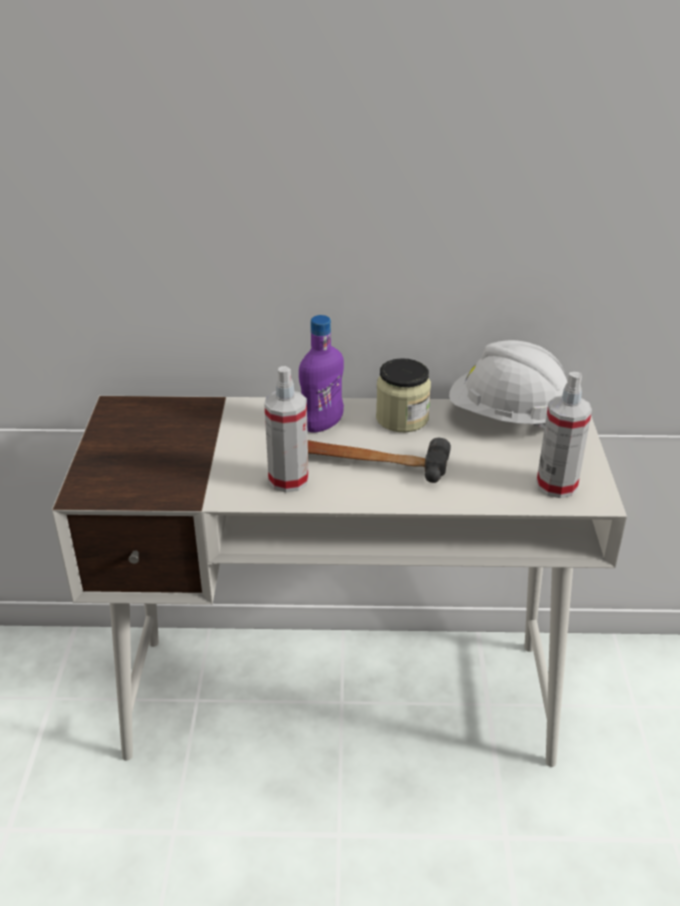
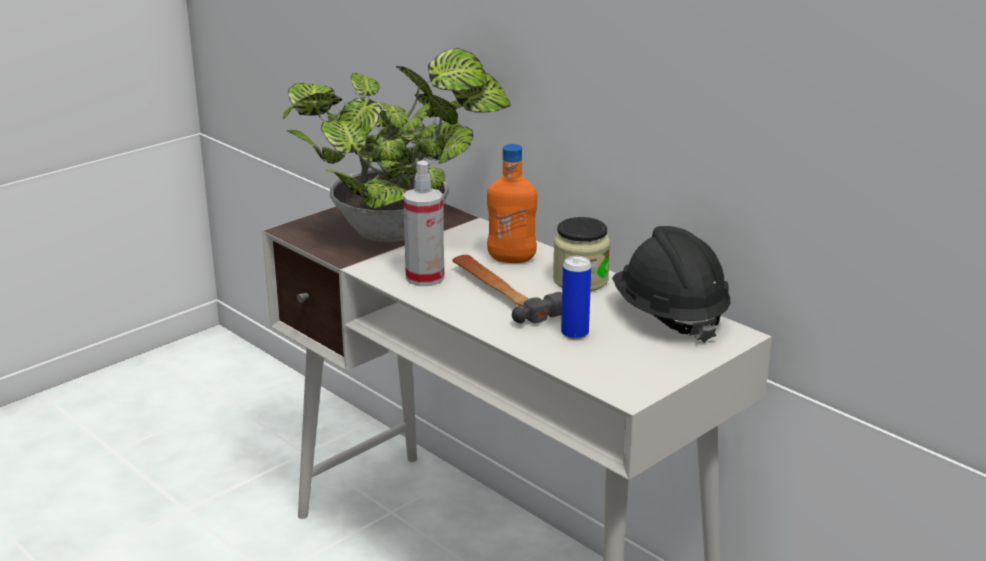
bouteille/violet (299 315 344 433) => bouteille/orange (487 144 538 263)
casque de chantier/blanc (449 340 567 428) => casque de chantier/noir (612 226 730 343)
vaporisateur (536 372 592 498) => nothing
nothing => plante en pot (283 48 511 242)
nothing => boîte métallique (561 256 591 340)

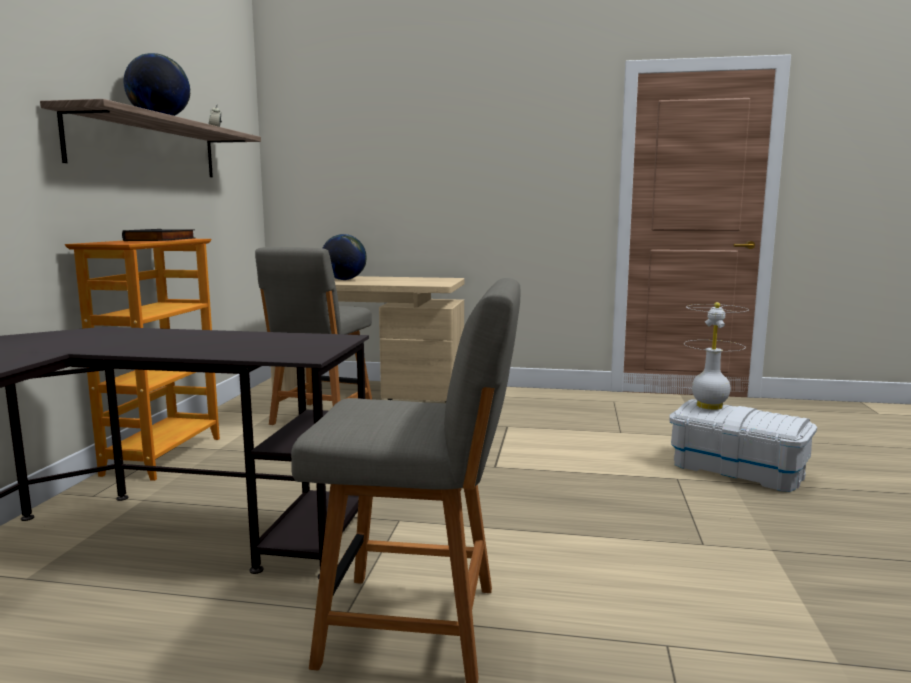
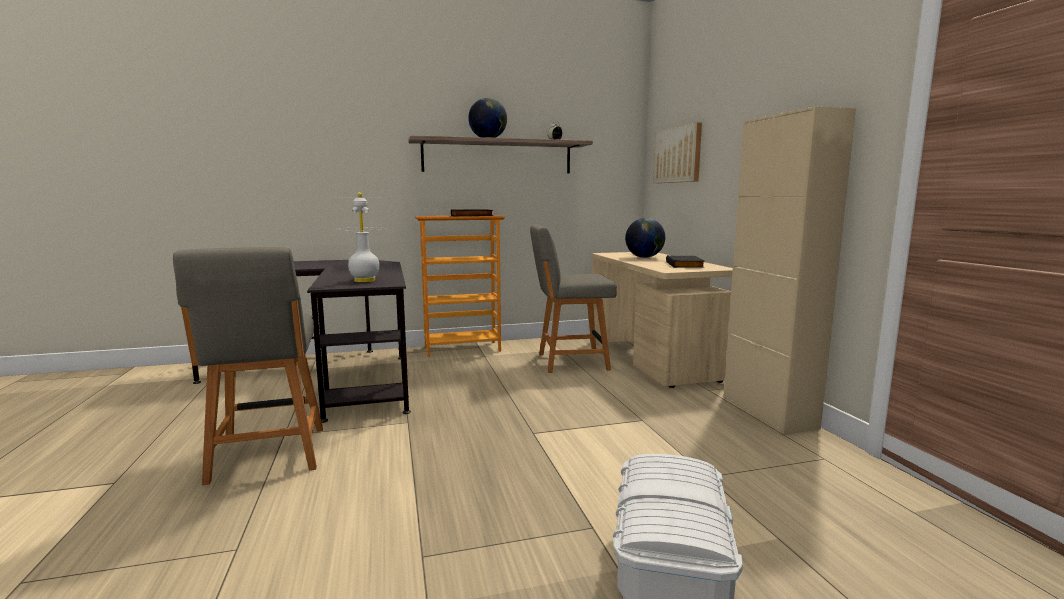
lampe de table/blanc (684 302 749 410) => lampe de table/blanc (334 192 385 282), move
nothing => tableau (653 122 702 183)
nothing => livre/noir (666 255 705 268)
nothing => meuble de rangement/beige (723 106 856 434)

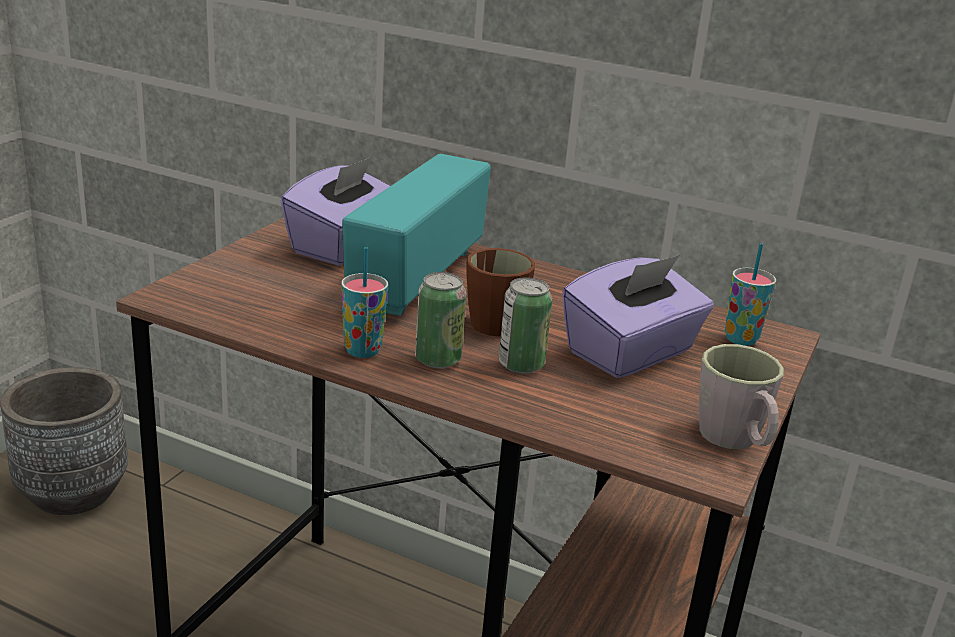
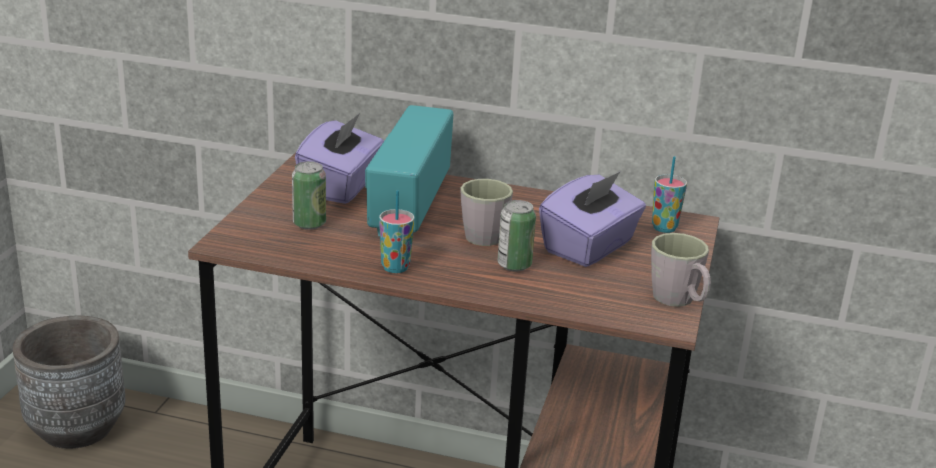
boîte métallique (415 272 466 369) => boîte métallique (292 161 326 230), move
mug/marron (467 248 535 336) => mug/gris (461 179 513 246)

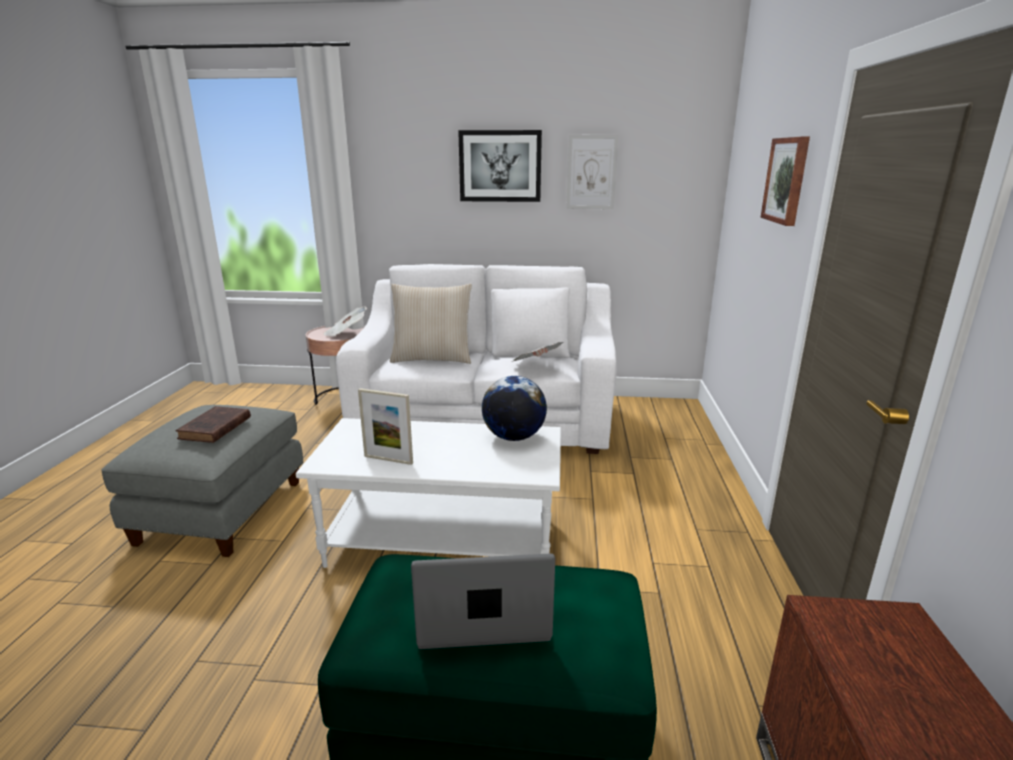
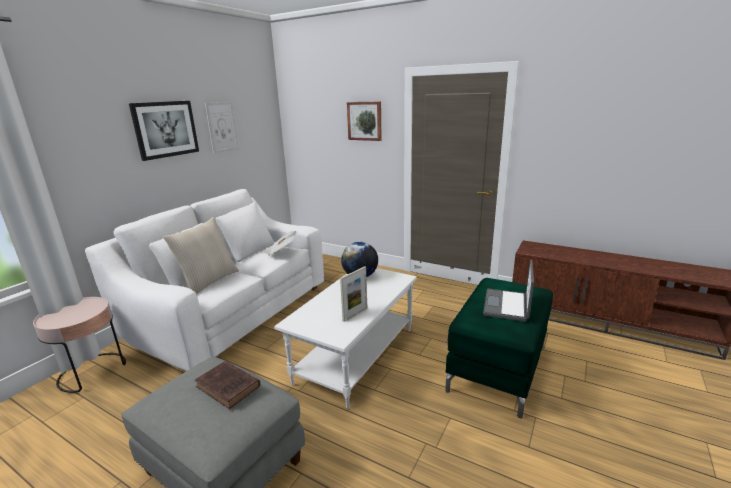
journal (323 307 367 337) => nothing

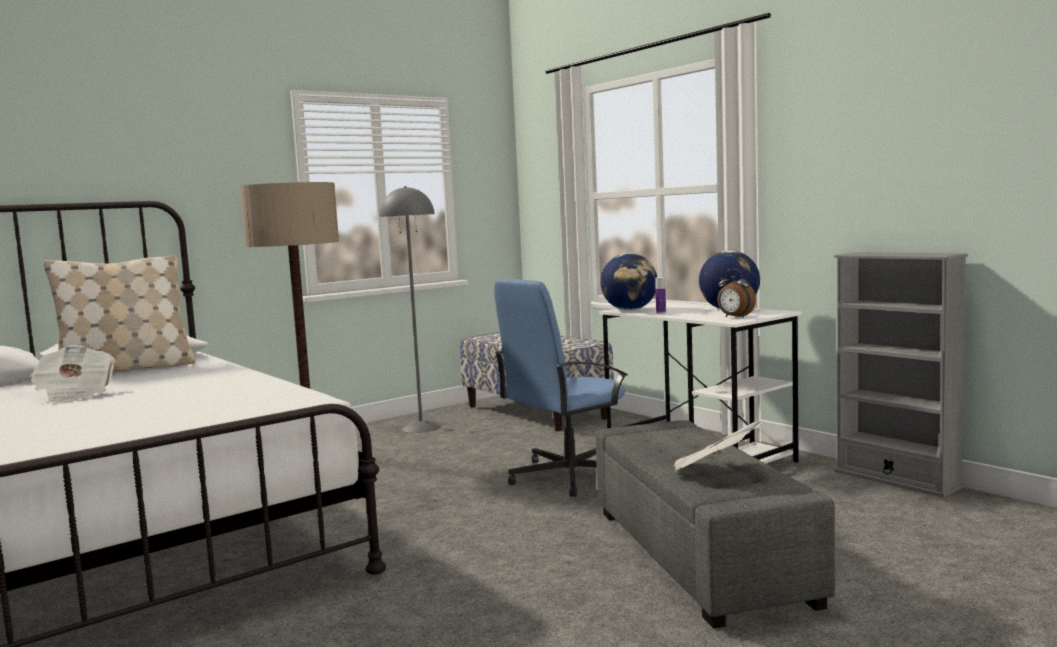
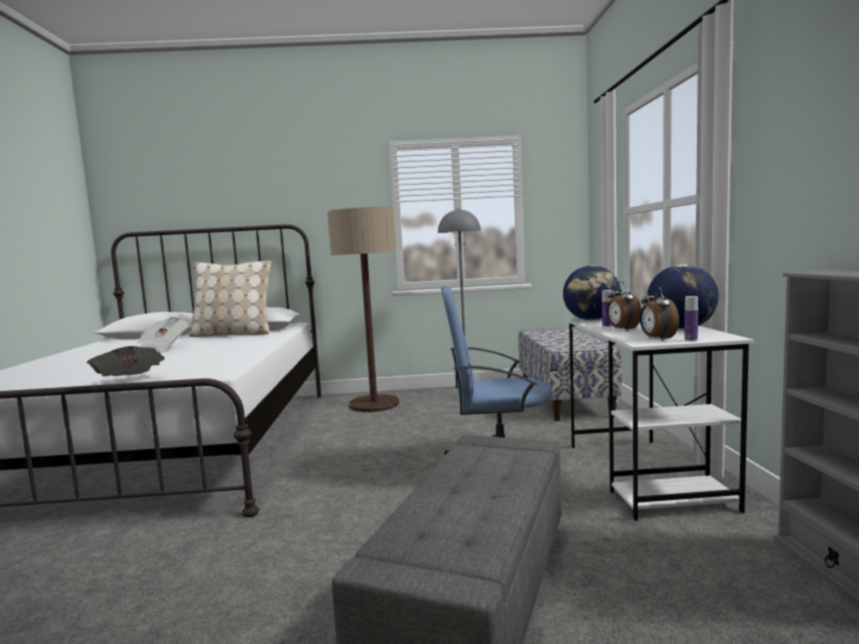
journal (674 421 762 472) => journal (87 346 165 376), move
nothing => réveil (607 282 641 331)
nothing => bouteille (684 296 698 341)

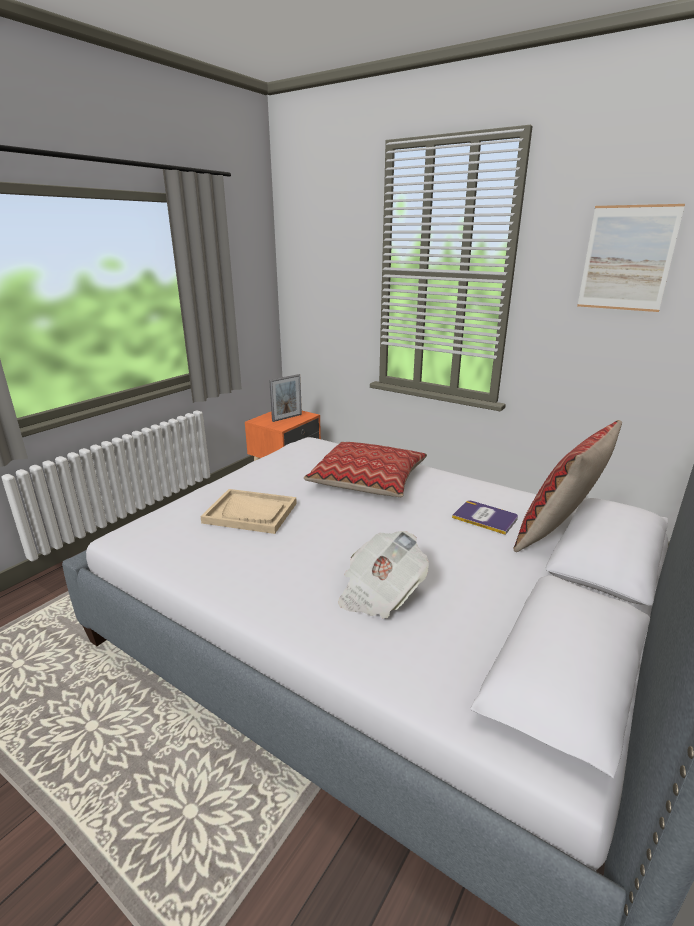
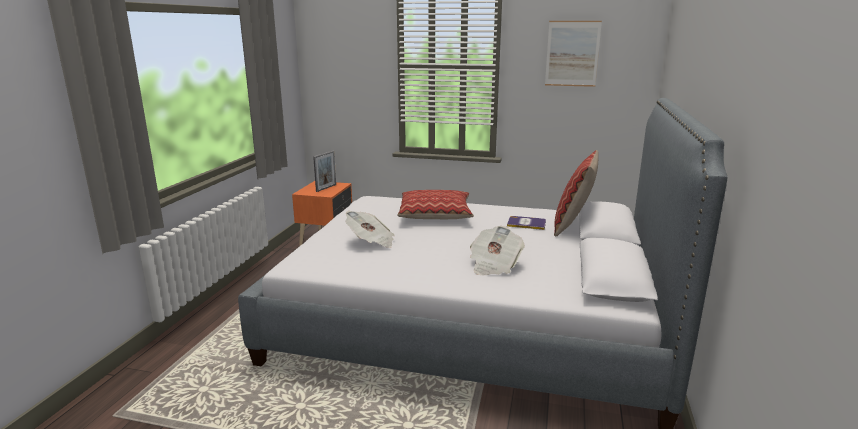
plateau/beige (200 489 297 534) => journal (345 211 394 248)

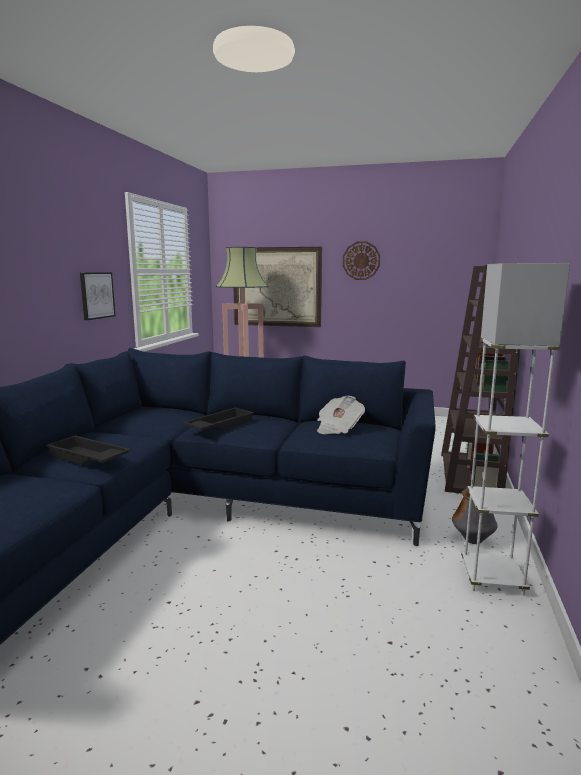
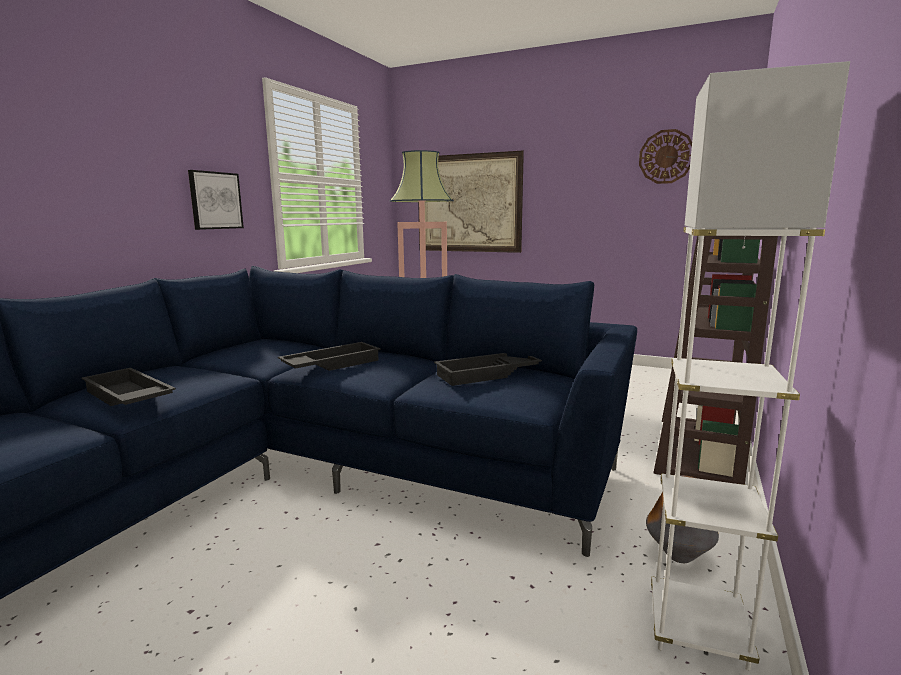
journal (317 396 365 434) => plateau/noir (434 353 542 386)
horloge murale (343 241 380 280) => horloge murale (639 129 692 184), move

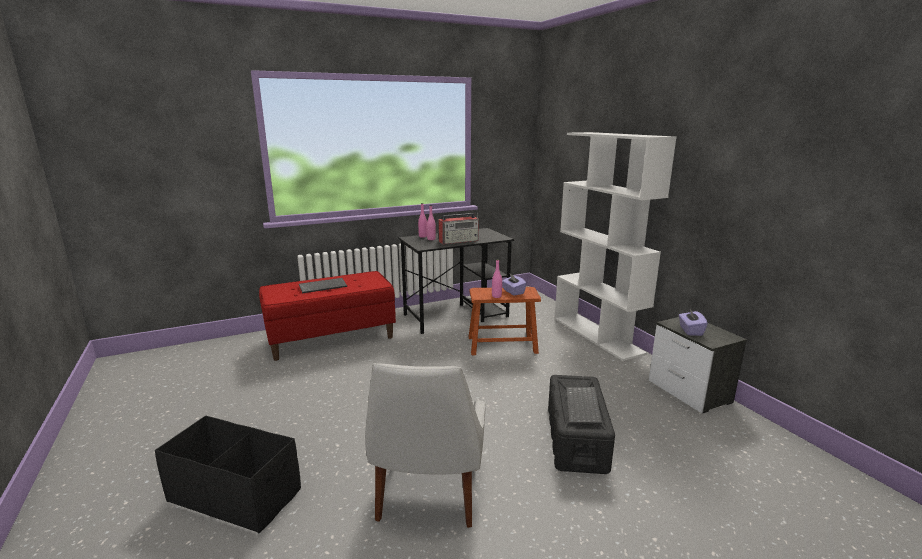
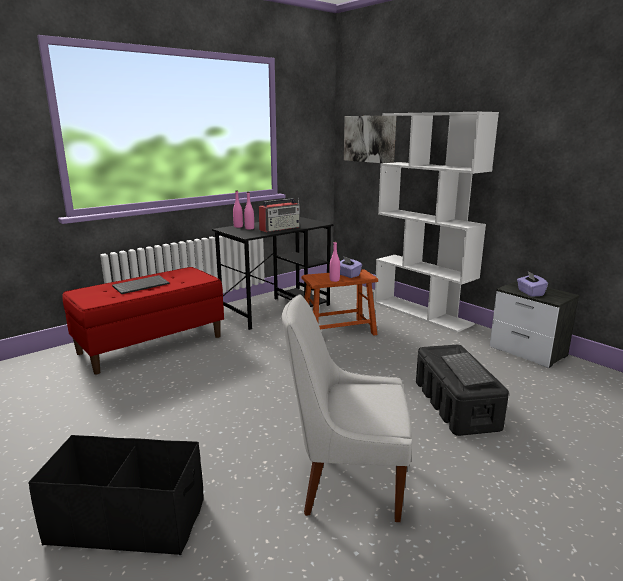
chaise/blanc (365 363 486 528) => chaise/blanc (282 294 413 522), 105 degrees clockwise
nothing => tableau (344 116 396 163)

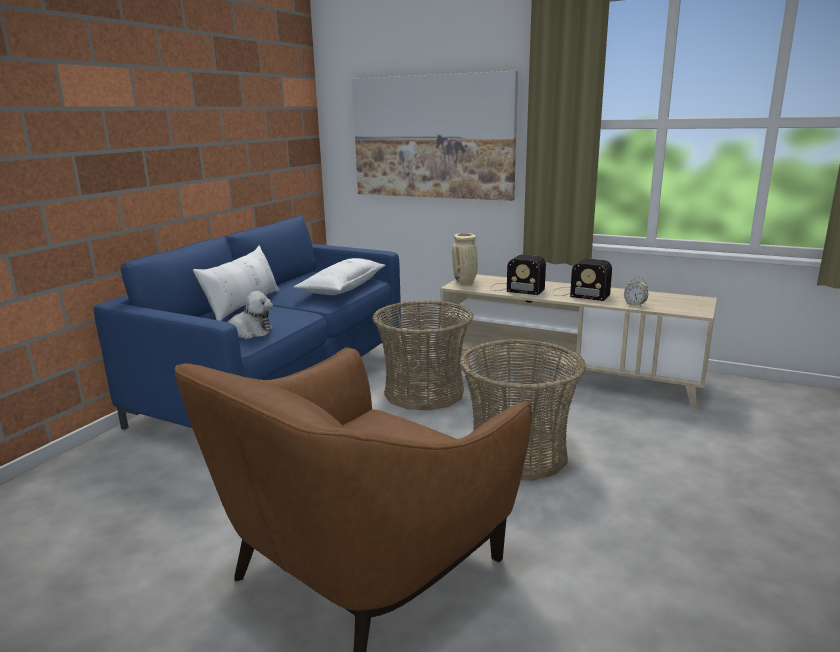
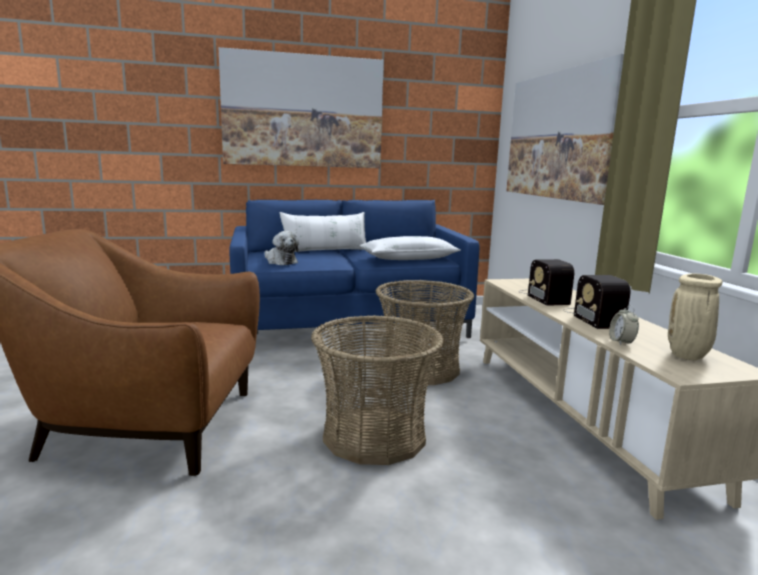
vase/beige (452 233 478 284) => vase/beige (668 274 722 360), move
nothing => tableau (219 47 384 168)

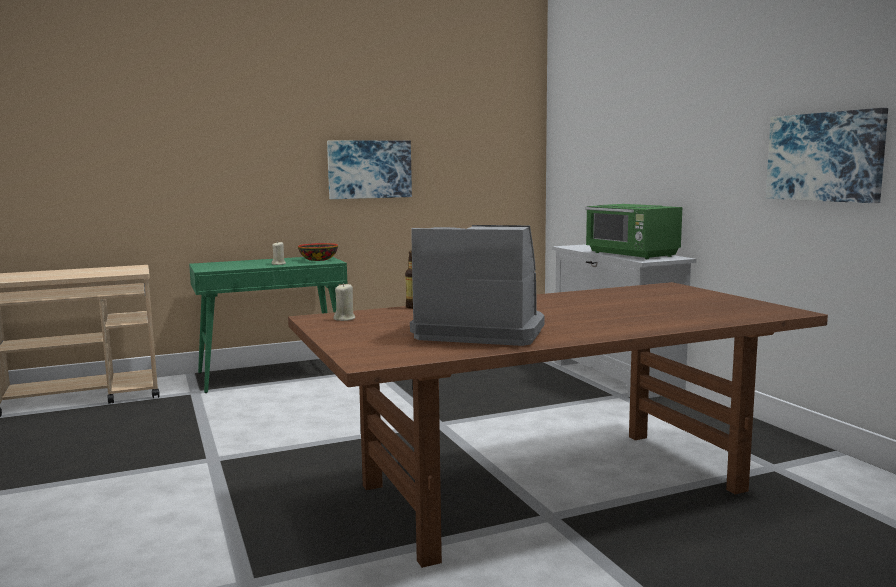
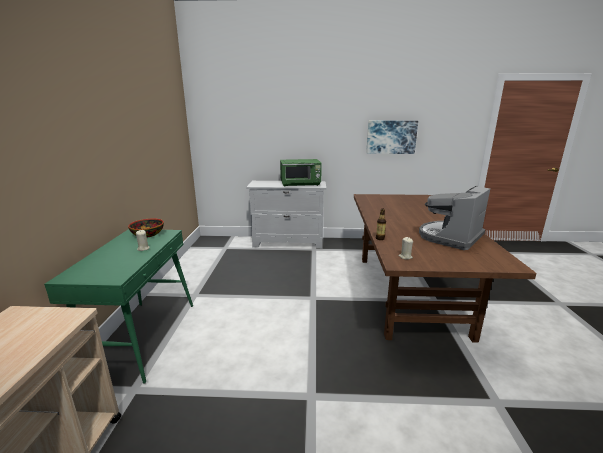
tableau (327 141 412 199) => nothing

